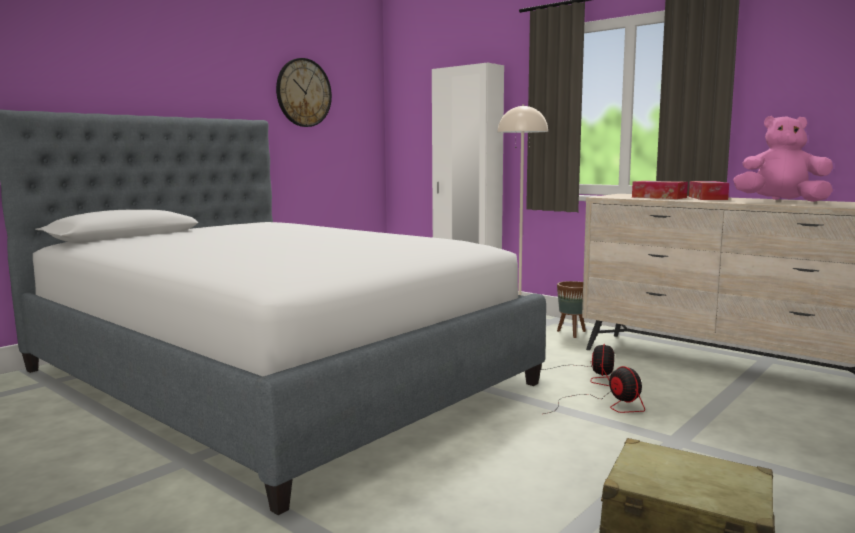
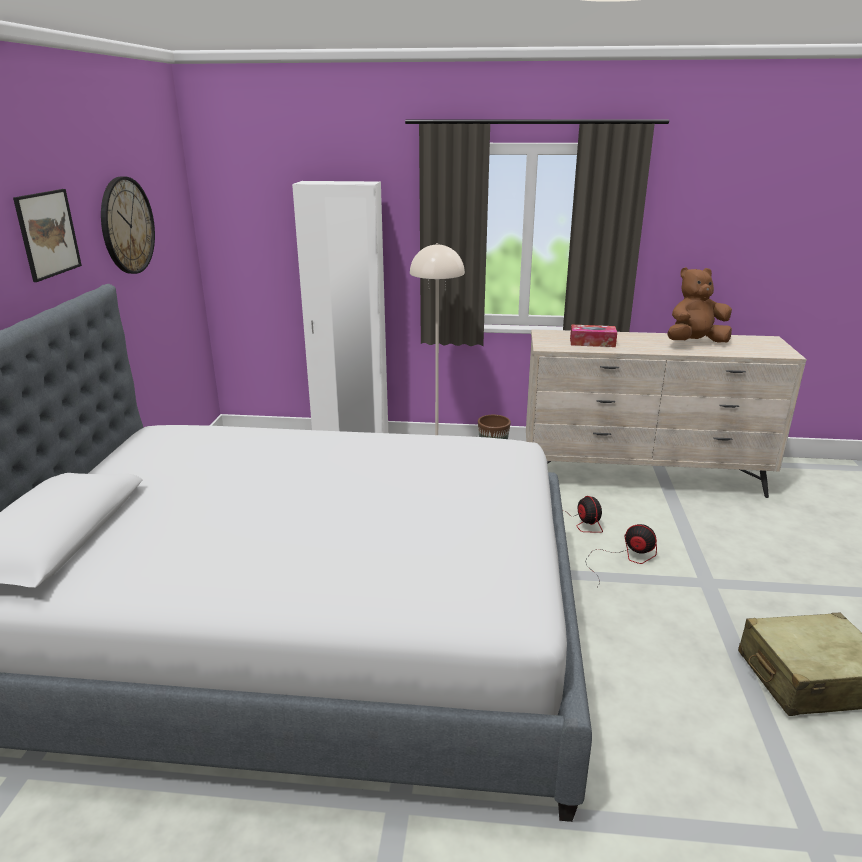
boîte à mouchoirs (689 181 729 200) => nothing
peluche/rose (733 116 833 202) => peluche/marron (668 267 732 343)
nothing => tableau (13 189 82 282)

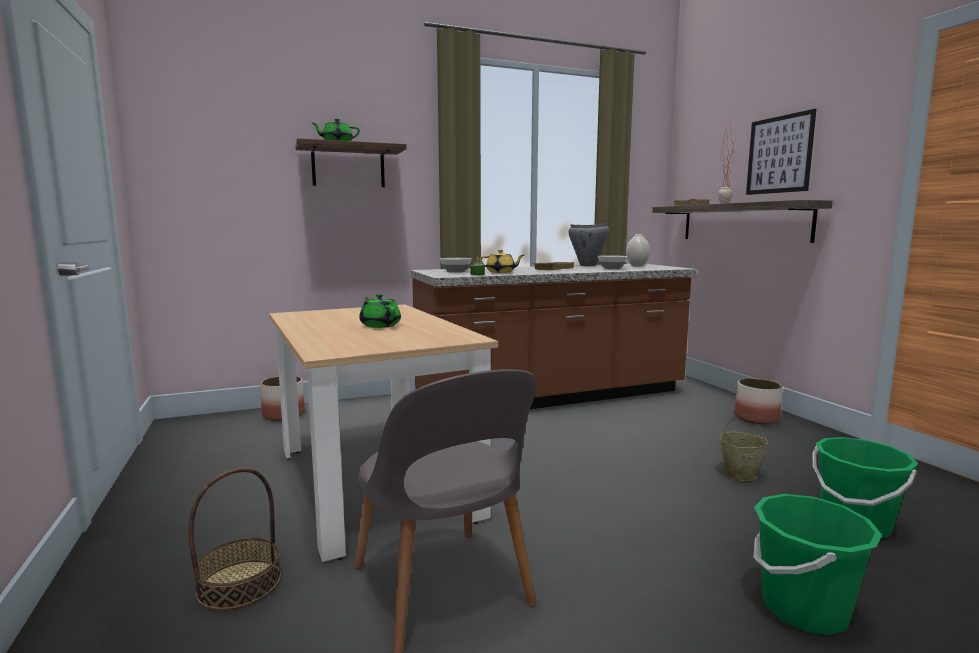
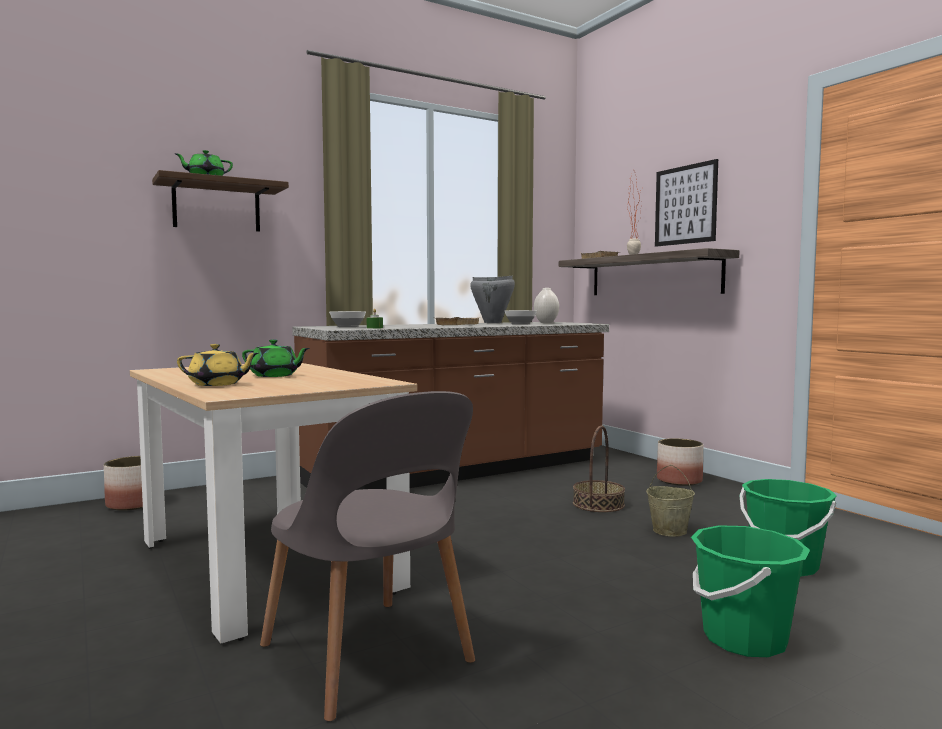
panier (188 467 281 611) => panier (573 425 625 512), move
théière/vert (359 294 401 328) => théière/vert (242 339 309 377), 150 degrees clockwise
théière/jaune (480 250 524 273) => théière/jaune (177 344 258 386), move

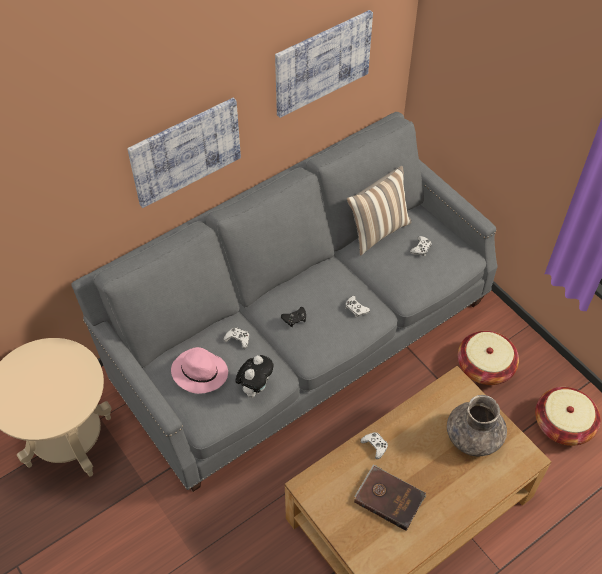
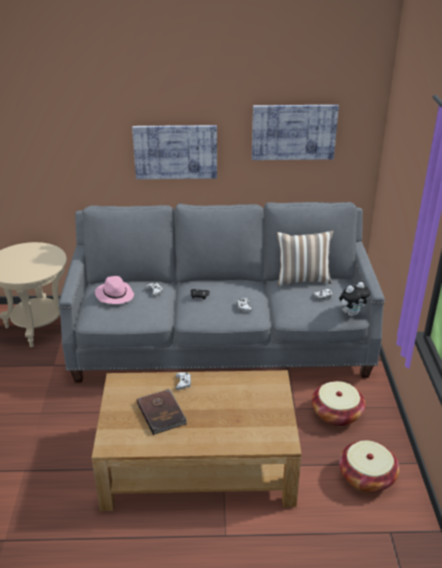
peluche (235 355 273 398) => peluche (339 282 370 316), move
vase/gris (447 395 507 457) => nothing

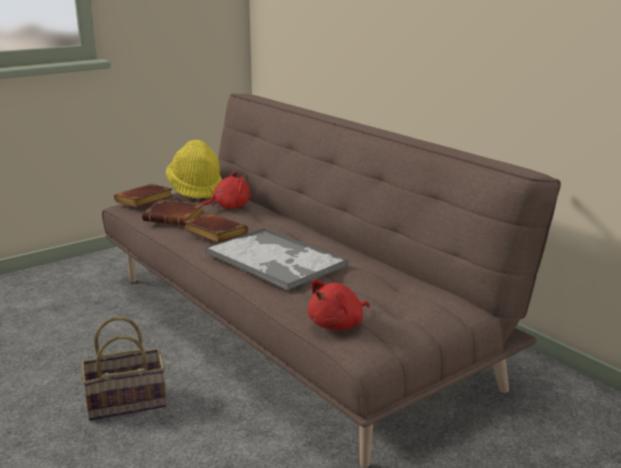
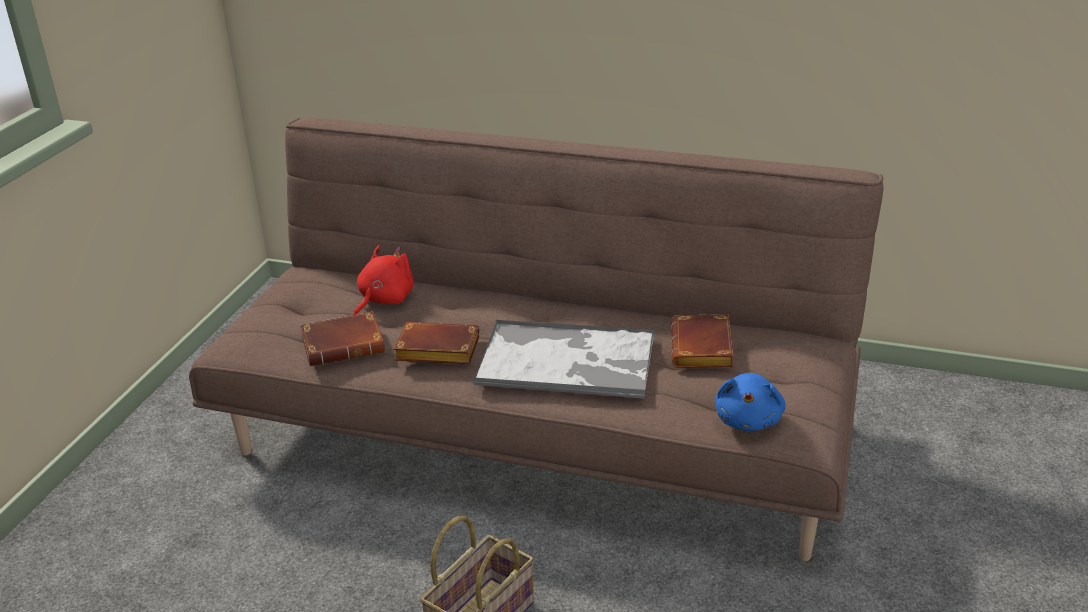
livre/marron (114 184 173 207) => livre/marron (671 314 733 368), move
chapeau/jaune (166 140 222 199) => nothing
peluche/rouge (308 279 370 330) => peluche/bleu (715 373 786 431)

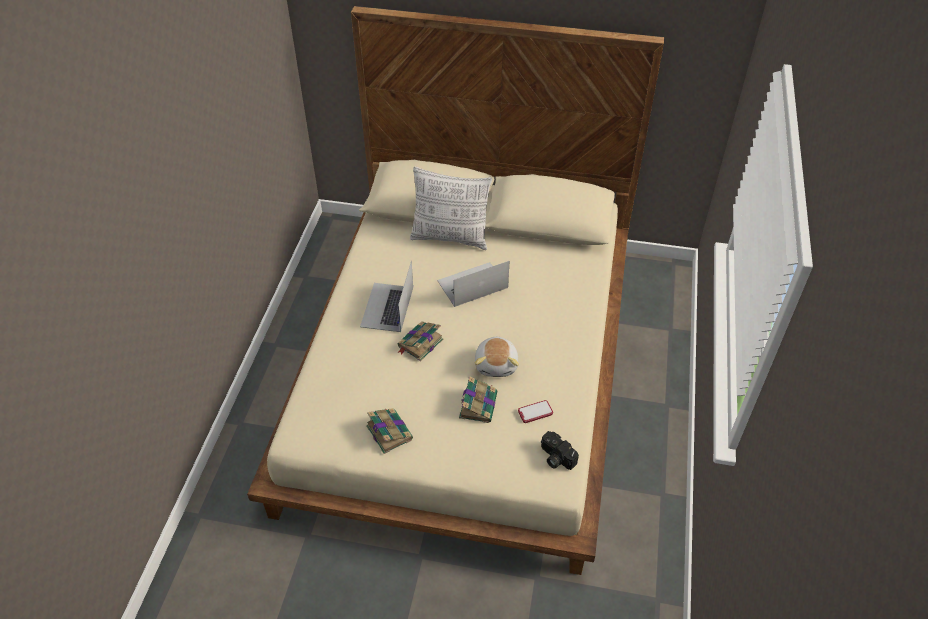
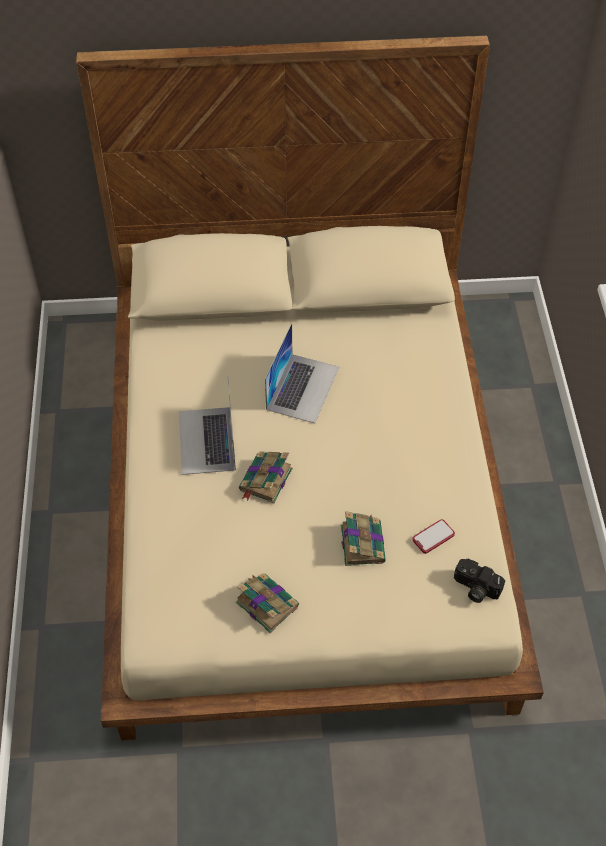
coussin (410 167 492 250) => nothing
ordinateur portable (437 261 510 307) => ordinateur portable (265 323 339 423), 150 degrees clockwise
peluche (475 337 519 377) => nothing

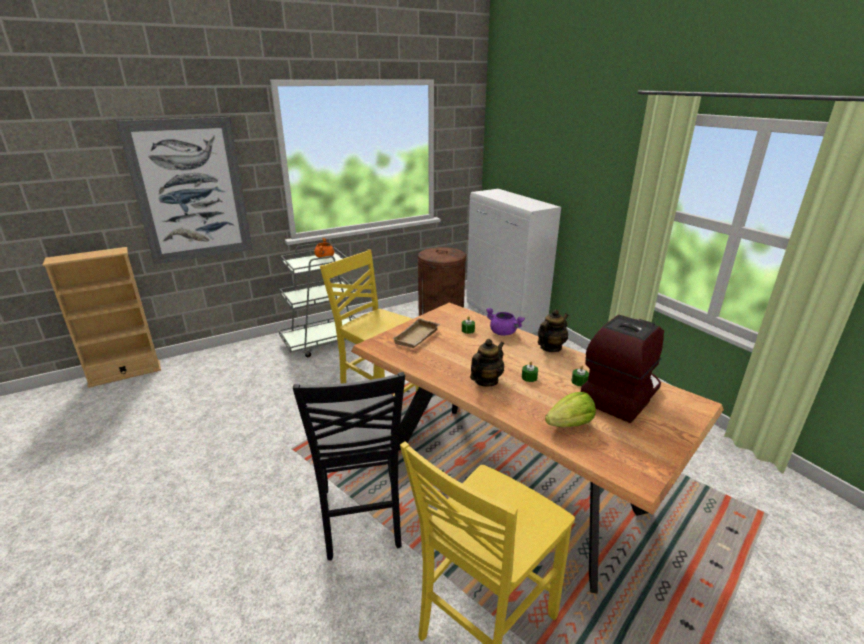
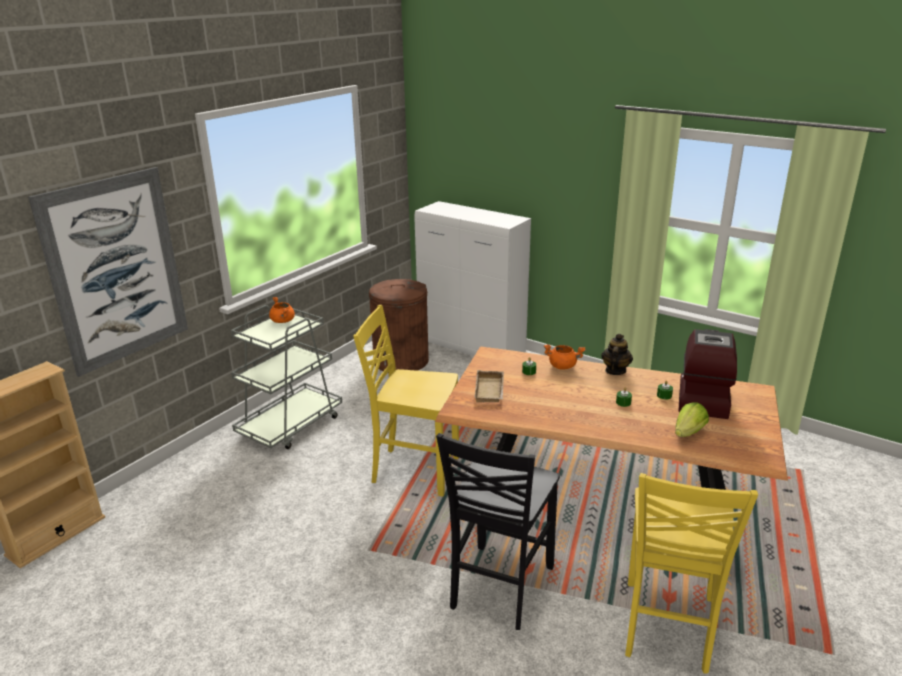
chaise/noir (293 372 405 560) => chaise/noir (436 433 560 630), 60 degrees clockwise
théière (470 339 504 387) => nothing
marmite/violet (486 308 525 336) => marmite/orange (544 344 586 369)

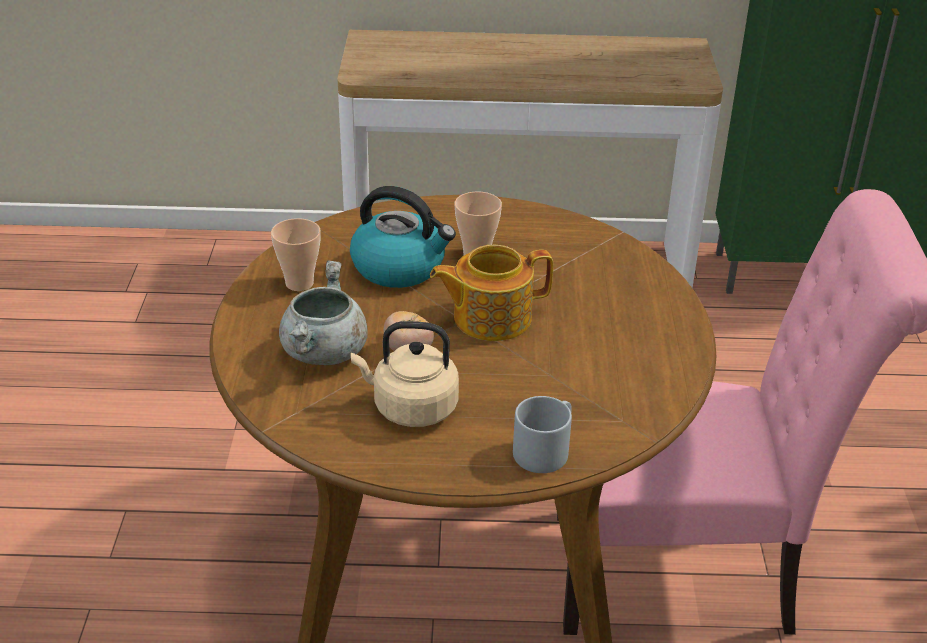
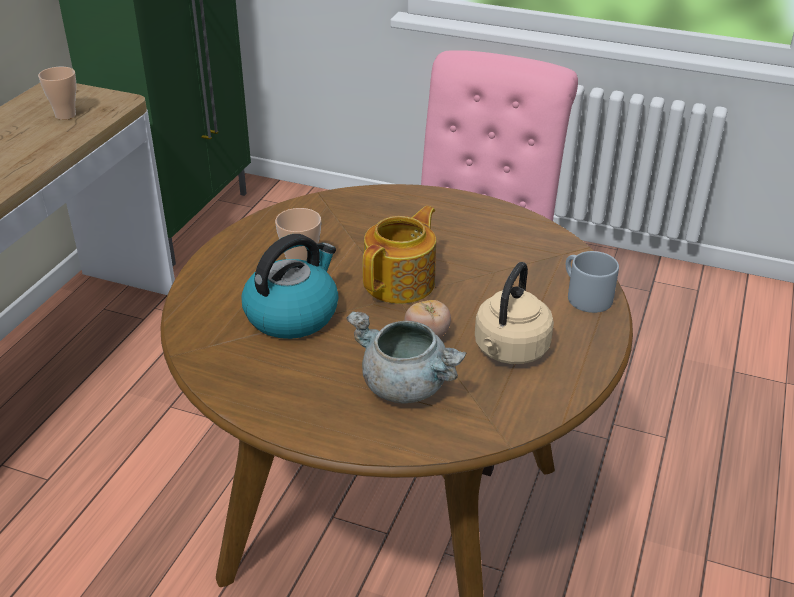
tasse (271 218 321 291) => tasse (38 67 76 120), move
théière (430 245 553 341) => théière (363 206 436 304), 150 degrees counterclockwise

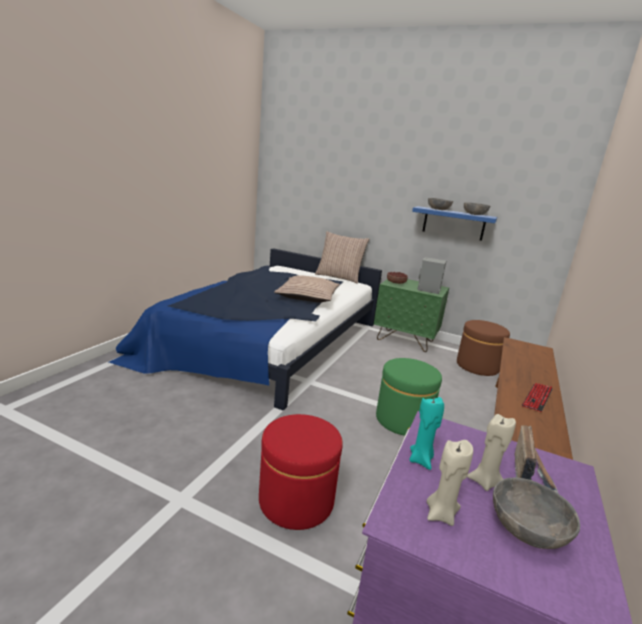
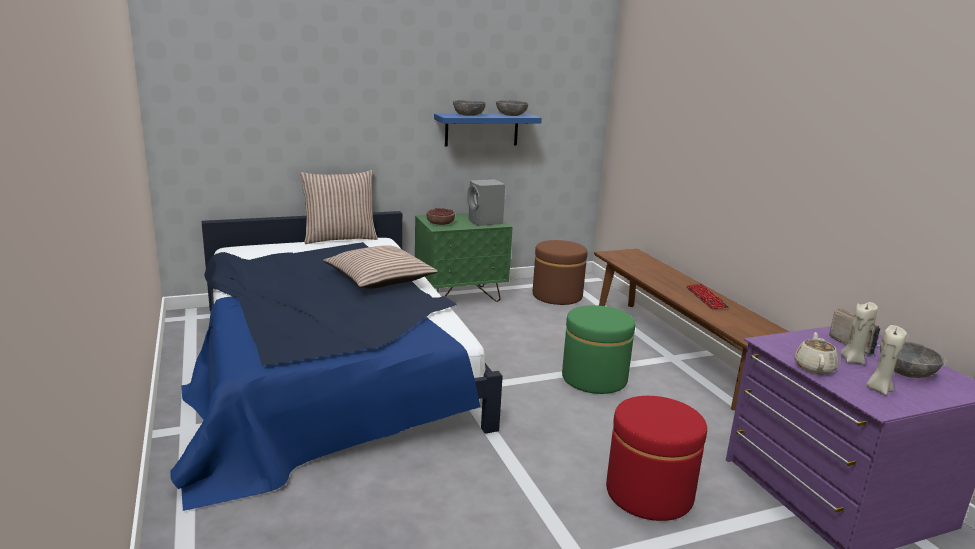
bougie/turquoise (409 396 444 470) => théière/beige (794 332 839 374)

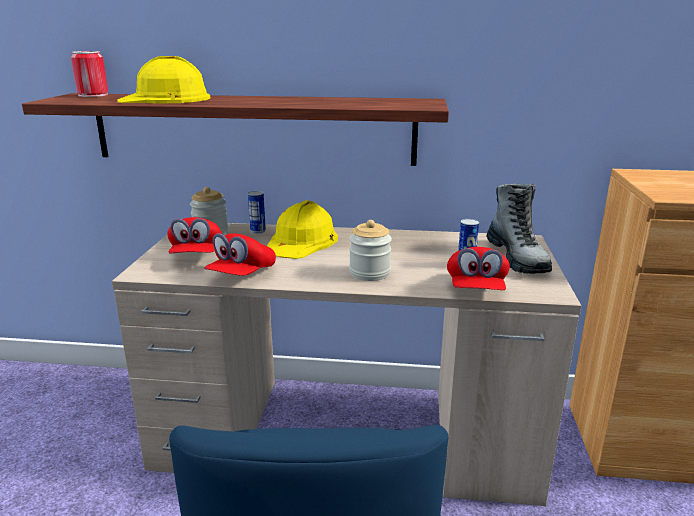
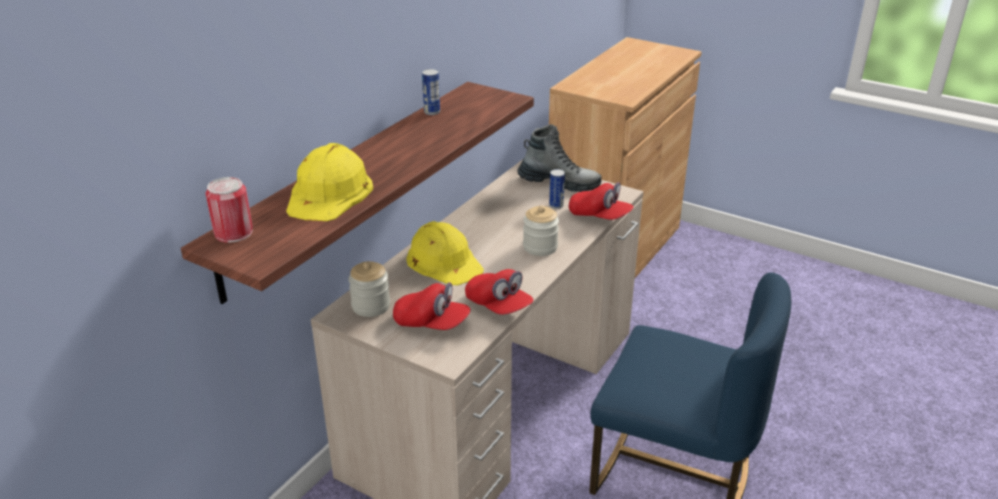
boîte métallique (248 191 266 234) => boîte métallique (422 69 440 115), move

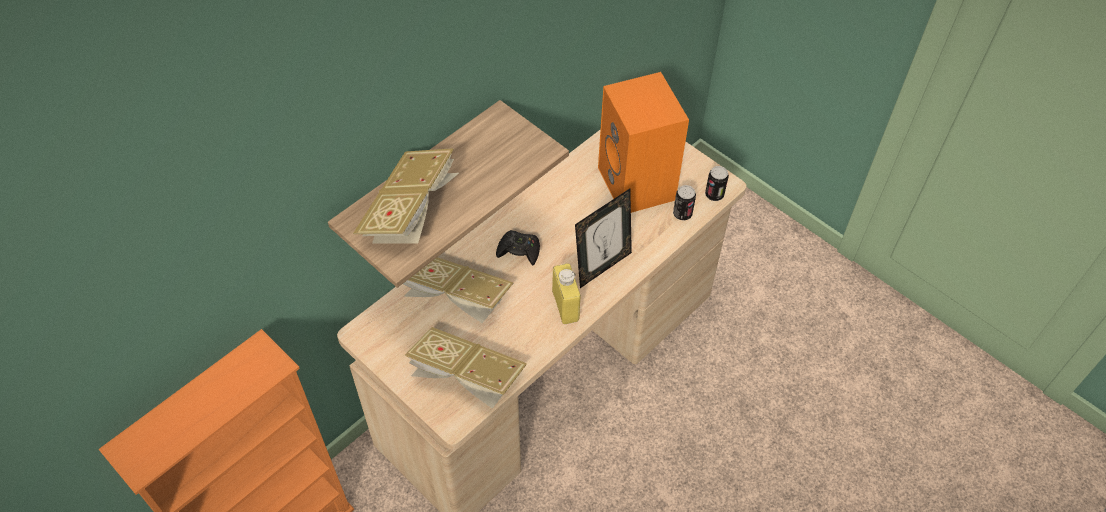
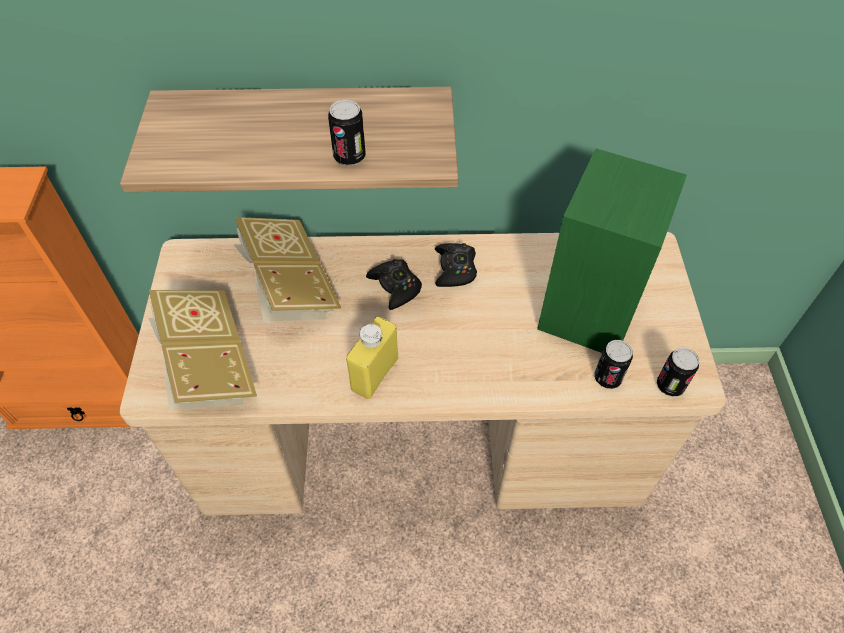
livre (353 148 459 243) => nothing
cadre photo (575 189 632 288) => nothing
enceinte/orange (598 72 689 213) => enceinte/vert (537 148 687 353)
nothing => boîte métallique (328 100 366 166)
nothing => manette/noir (435 243 477 287)

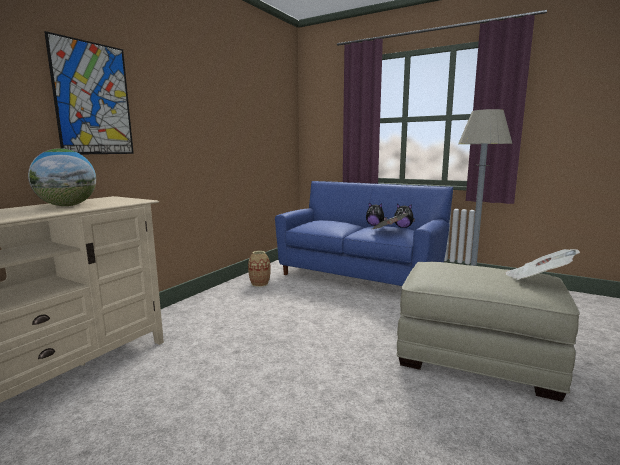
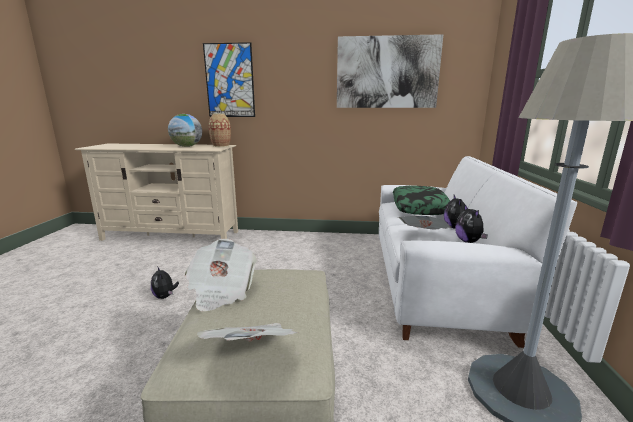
vase (248 251 271 287) => vase (209 113 231 147), move
canapé/bleu (275 181 453 286) => canapé/blanc (379 156 577 348)
nothing => peluche (151 266 179 299)
nothing => journal (185 239 257 312)
nothing => tableau (337 34 443 108)
nothing => coussin (393 186 450 215)

